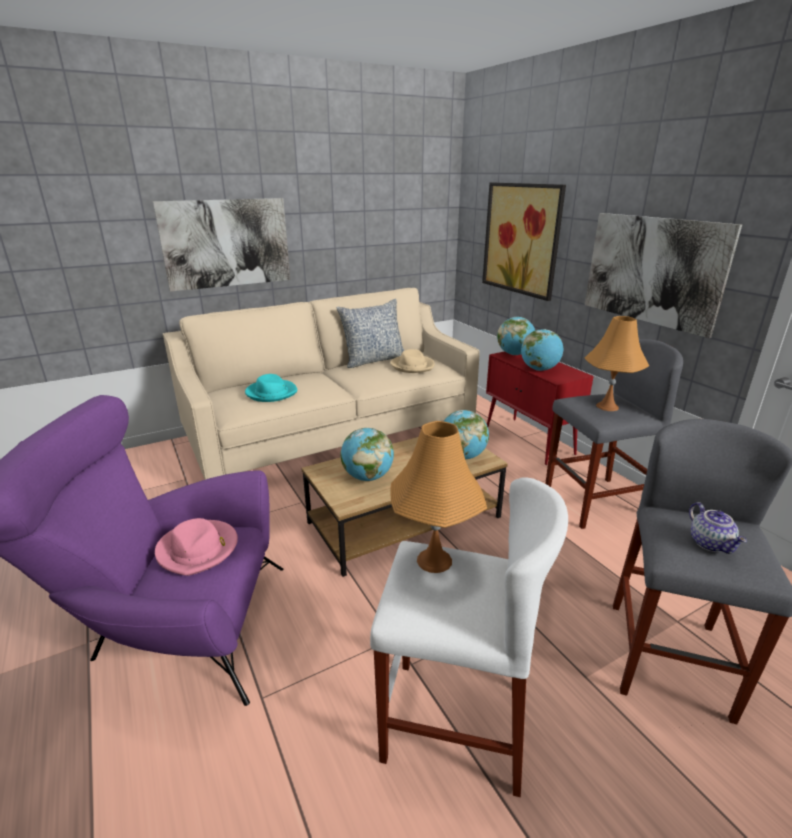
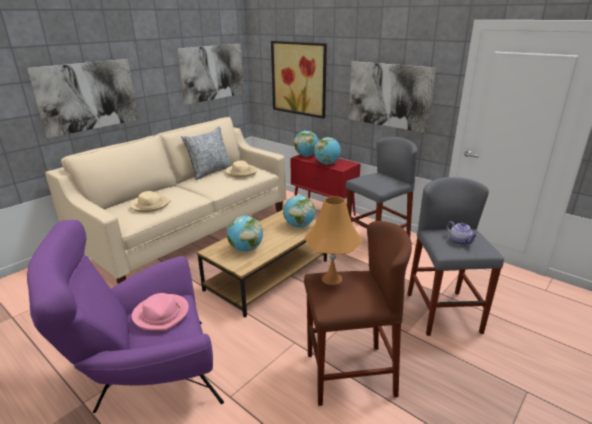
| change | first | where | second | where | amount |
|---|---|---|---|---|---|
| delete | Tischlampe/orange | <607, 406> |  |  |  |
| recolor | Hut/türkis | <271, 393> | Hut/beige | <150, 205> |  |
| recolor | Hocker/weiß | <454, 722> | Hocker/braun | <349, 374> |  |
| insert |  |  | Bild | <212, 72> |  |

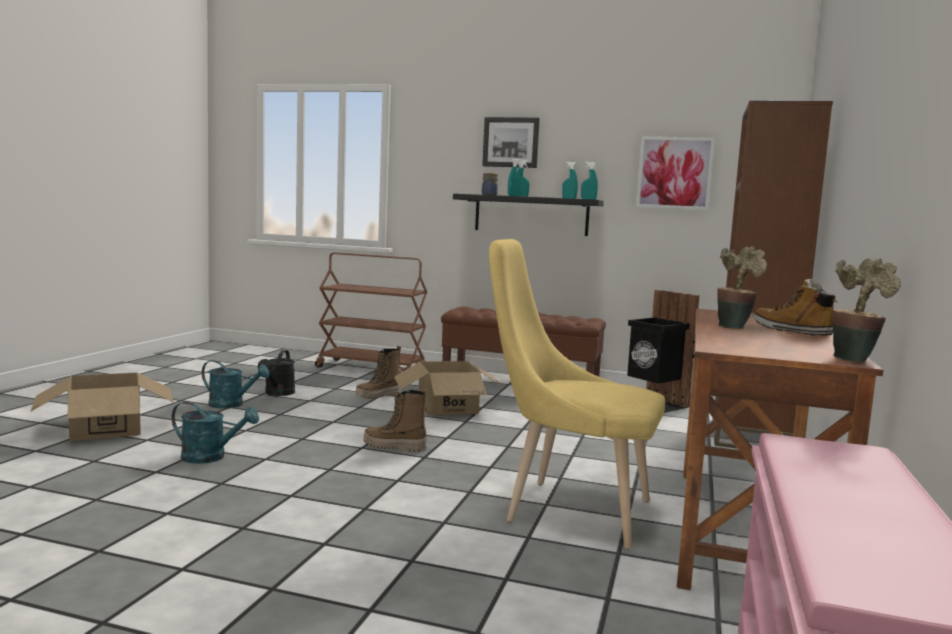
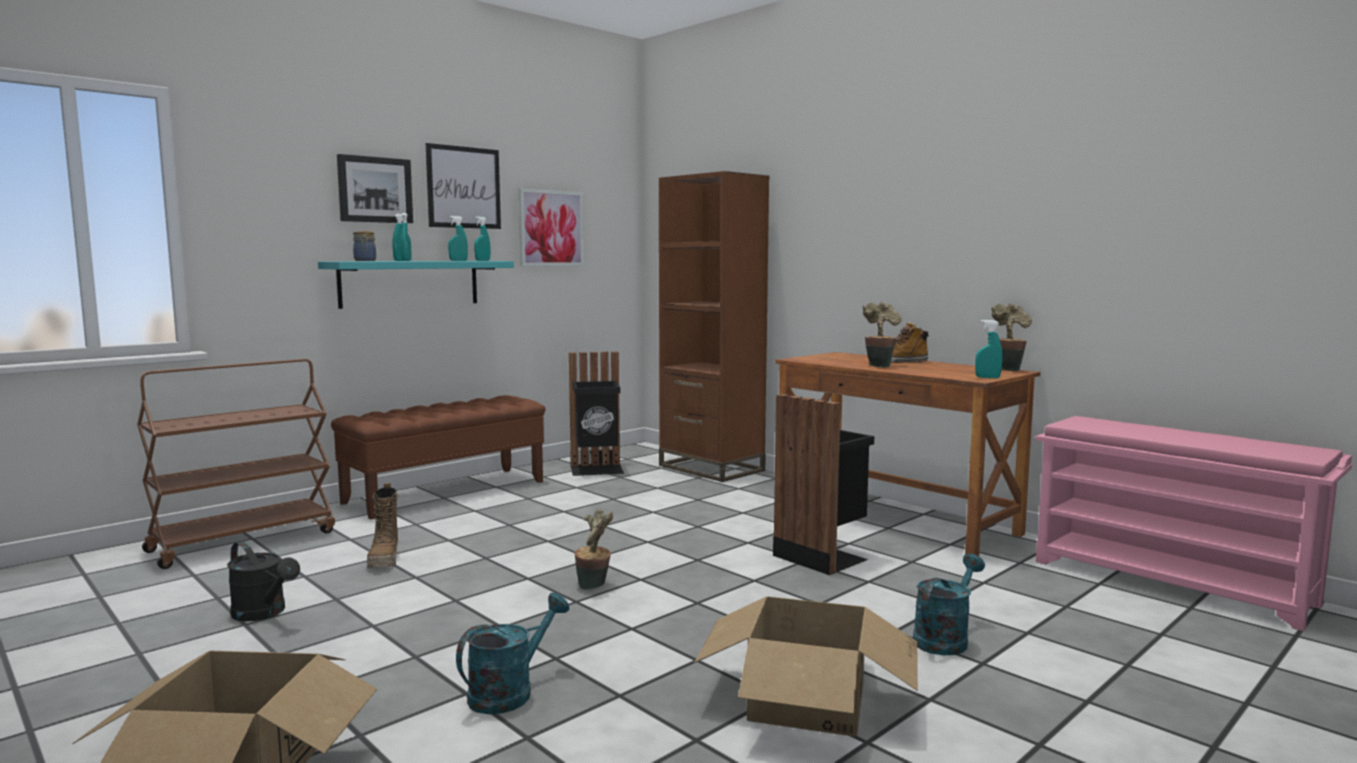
| change | first | where | second | where | amount |
|---|---|---|---|---|---|
| recolor | Wandregal/schwarz | <531, 215> | Wandregal/türkis | <410, 283> |  |
| replace | Stuhl/gelb | <568, 510> | Mülleimer/schwarz | <822, 556> |  |
| move | Gießkanne/türkis | <232, 405> |  | <945, 638> |  |
| move | Karton | <448, 407> |  | <807, 700> |  |
| replace | Stiefel | <394, 447> | Topfpflanze | <594, 586> |  |
| insert |  |  | Bild | <463, 187> |  |
| insert |  |  | Sprühflasche/türkis | <987, 377> |  |

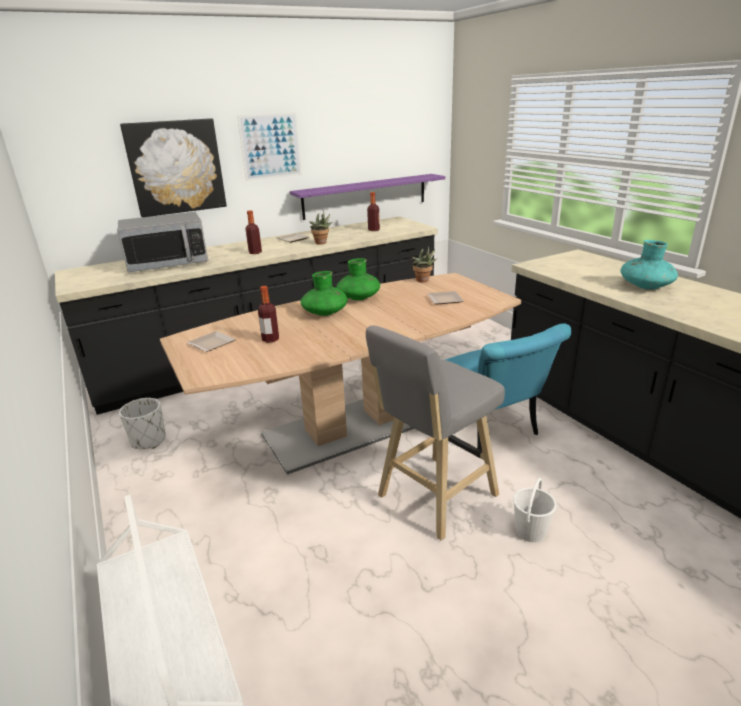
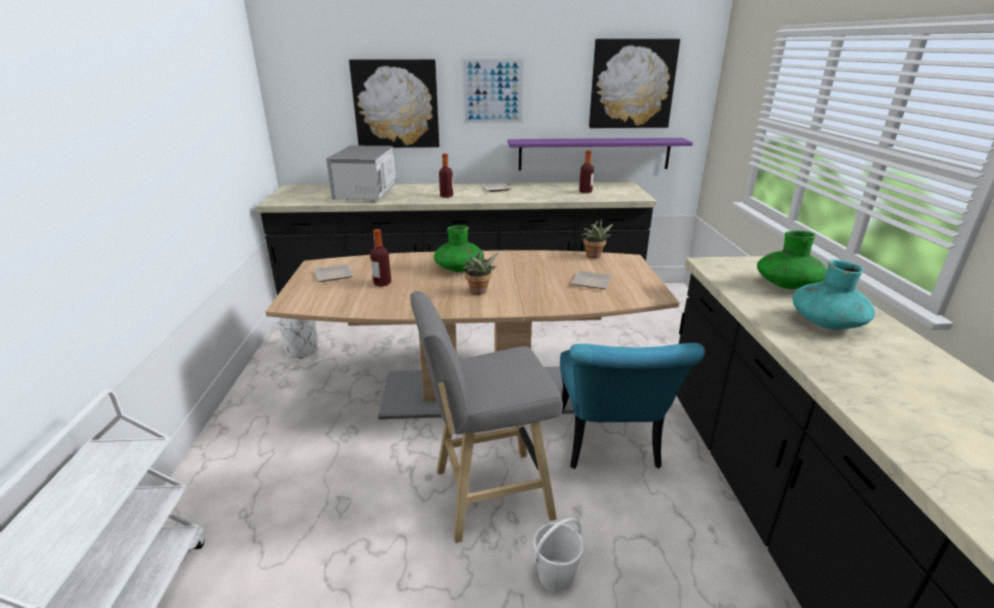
| change | first | where | second | where | amount |
|---|---|---|---|---|---|
| move | Topfpflanze | <322, 243> |  | <479, 292> |  |
| rotate | Mikrowelle | <168, 263> |  | <366, 193> | 90 degrees clockwise |
| move | Vase/grün | <358, 298> |  | <786, 285> |  |
| insert |  |  | Bild | <632, 84> |  |

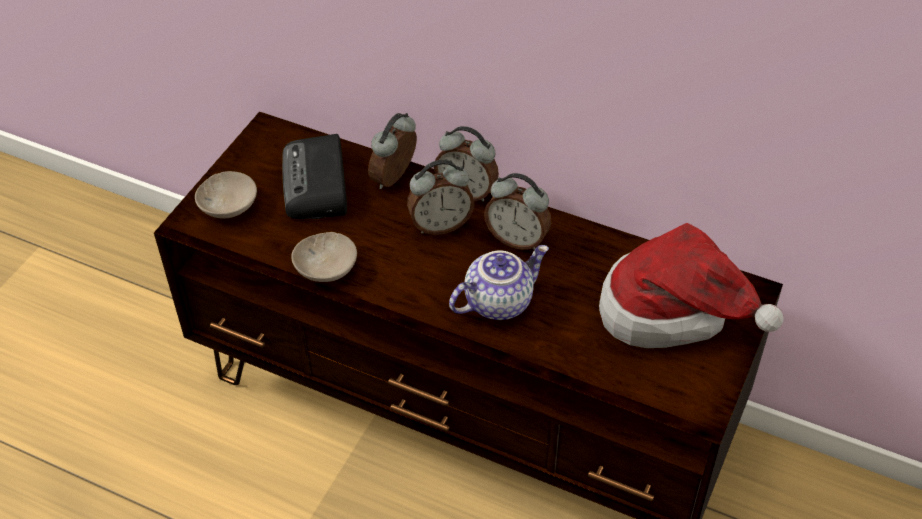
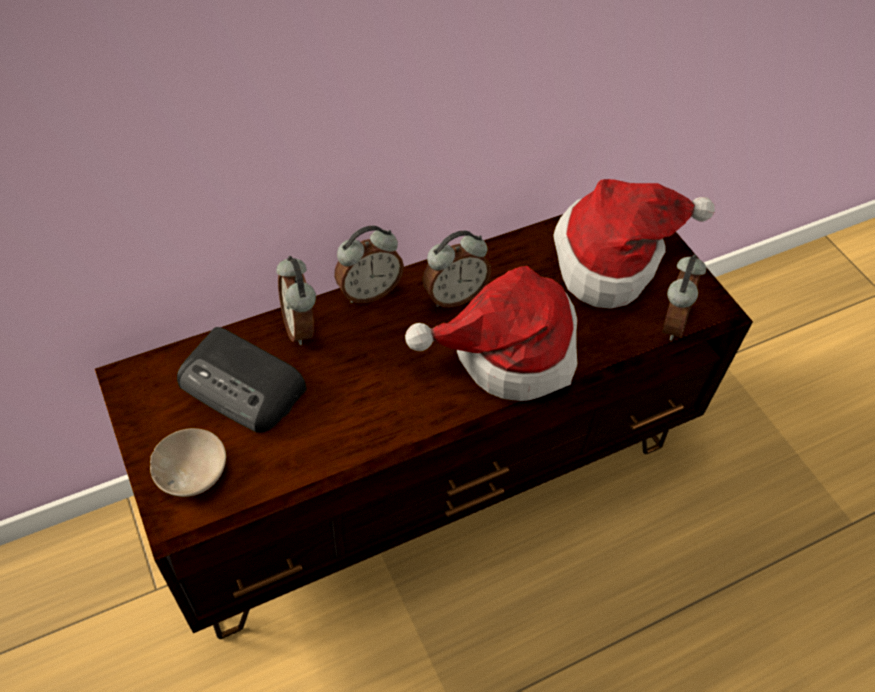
| change | first | where | second | where | amount |
|---|---|---|---|---|---|
| move | Wecker | <440, 225> |  | <670, 323> |  |
| delete | Schüssel/beige | <326, 270> |  |  |  |
| replace | Teekanne | <498, 301> | Hut | <507, 352> |  |

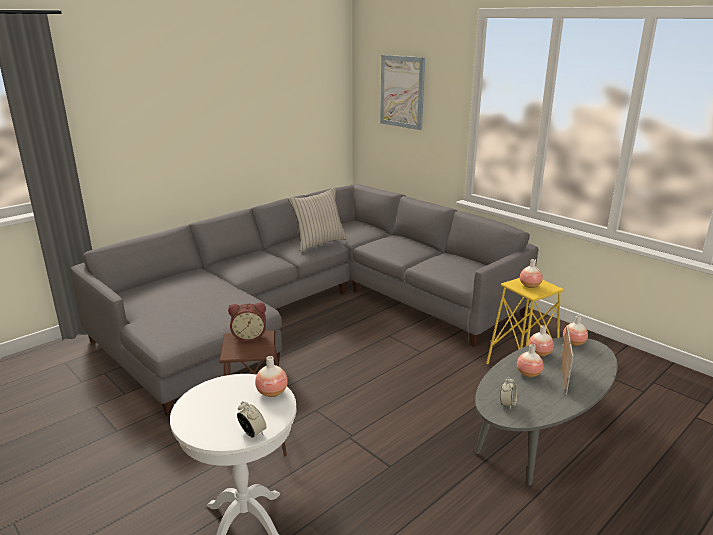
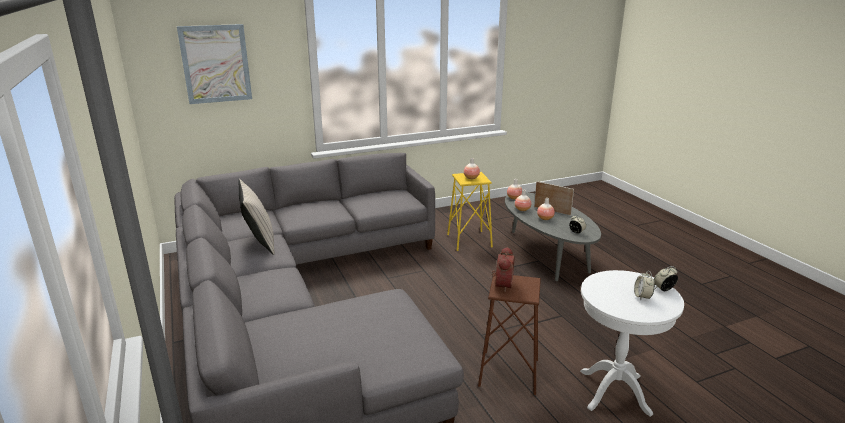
| change | first | where | second | where | amount |
|---|---|---|---|---|---|
| delete | Vase | <272, 392> |  |  |  |
| insert |  |  | Wecker | <642, 297> |  |

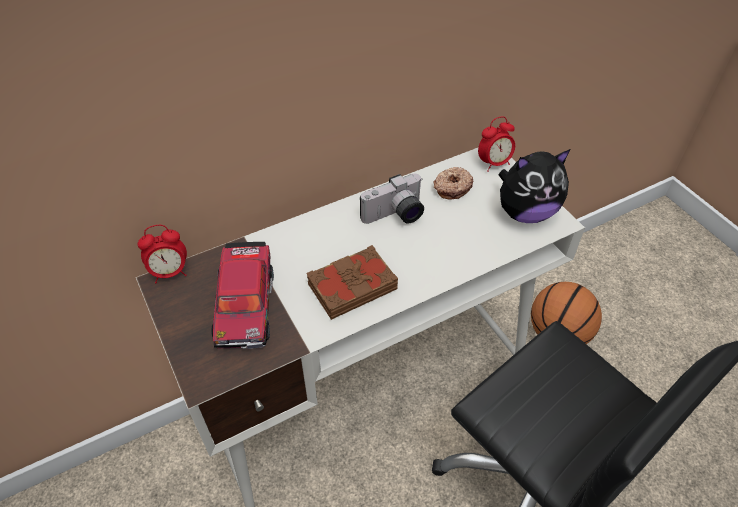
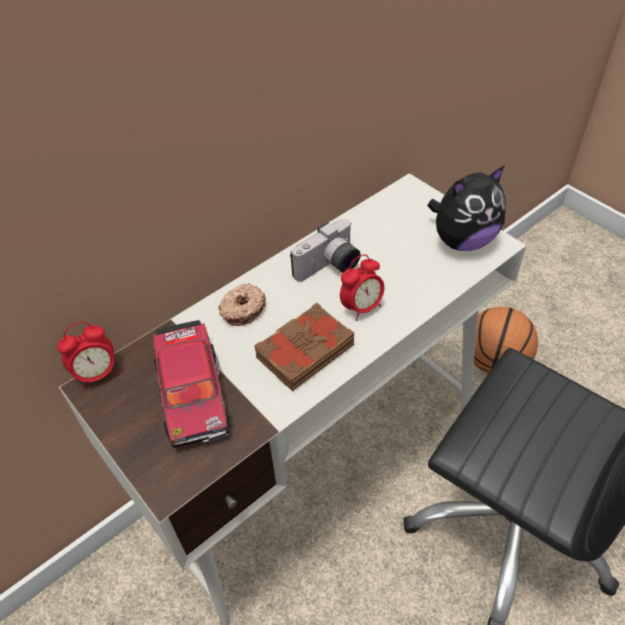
| change | first | where | second | where | amount |
|---|---|---|---|---|---|
| move | Wecker | <494, 163> |  | <361, 308> |  |
| move | Donut | <452, 187> |  | <242, 309> |  |

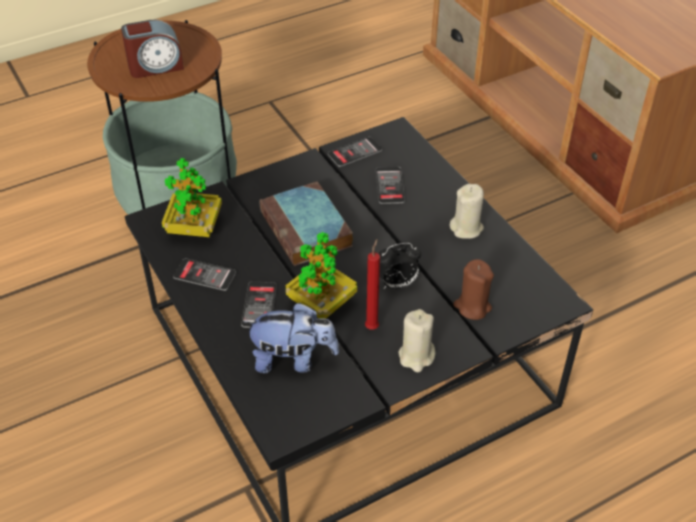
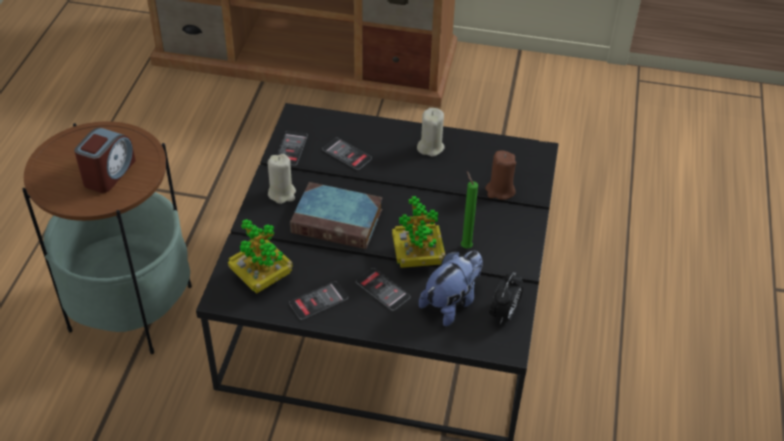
| change | first | where | second | where | amount |
|---|---|---|---|---|---|
| recolor | Kerze/rot | <372, 326> | Kerze/grün | <465, 246> |  |
| move | Wecker | <397, 284> |  | <504, 314> |  |
| move | Kerze/beige | <416, 356> |  | <282, 193> |  |

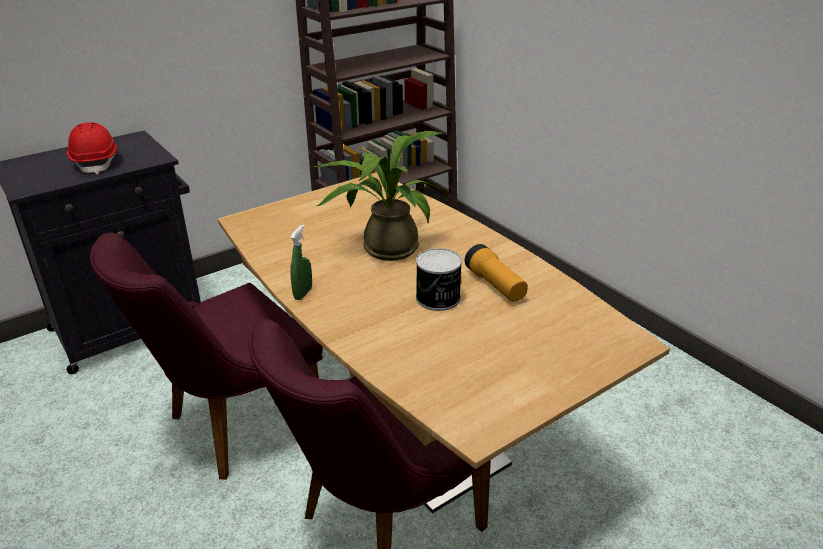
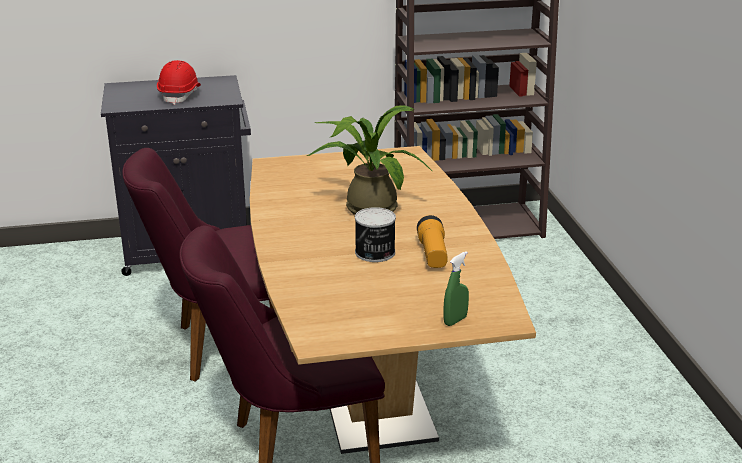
| change | first | where | second | where | amount |
|---|---|---|---|---|---|
| move | Sprühflasche/grün | <303, 293> |  | <455, 320> |  |

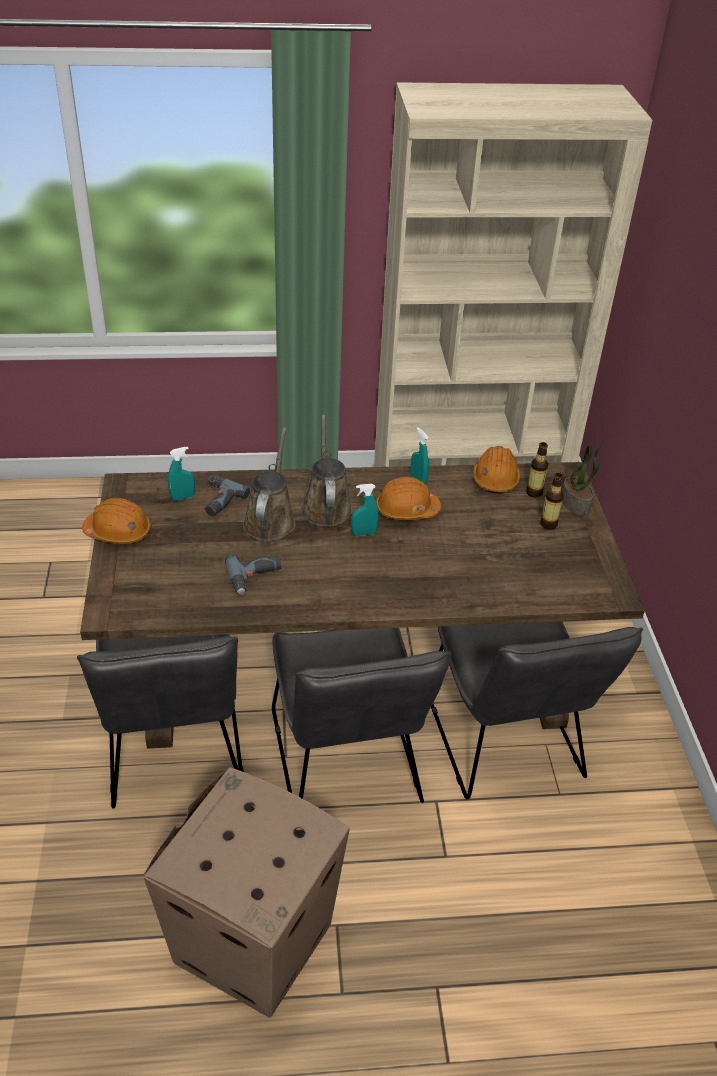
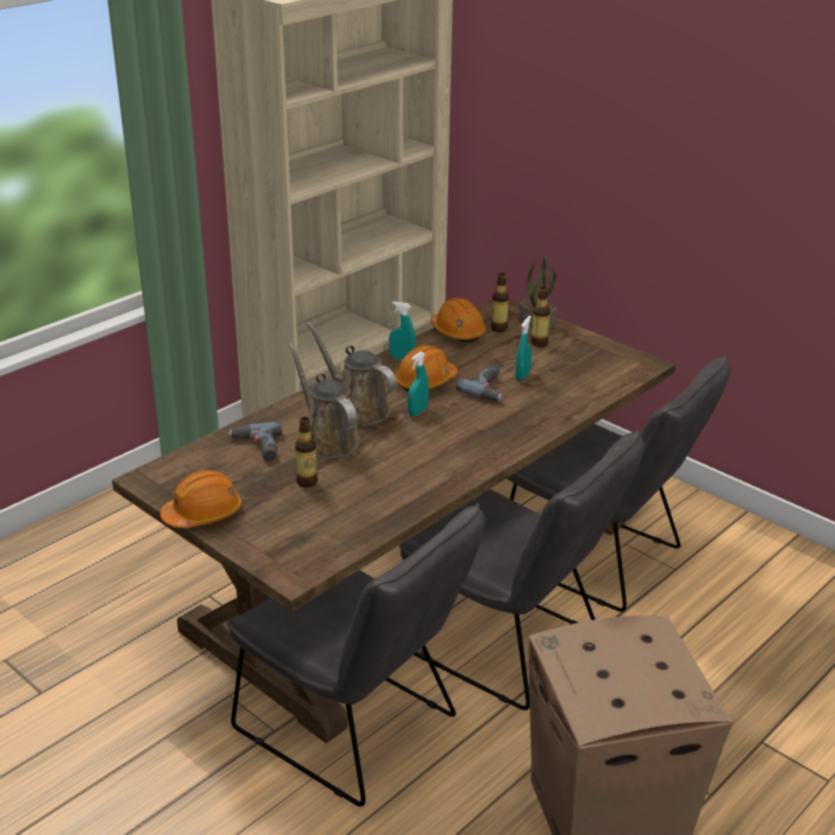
| change | first | where | second | where | amount |
|---|---|---|---|---|---|
| move | Sprühflasche/türkis | <182, 497> |  | <522, 376> |  |
| move | Bohrmaschine | <256, 578> |  | <489, 389> |  |
| insert |  |  | Flasche | <307, 482> |  |

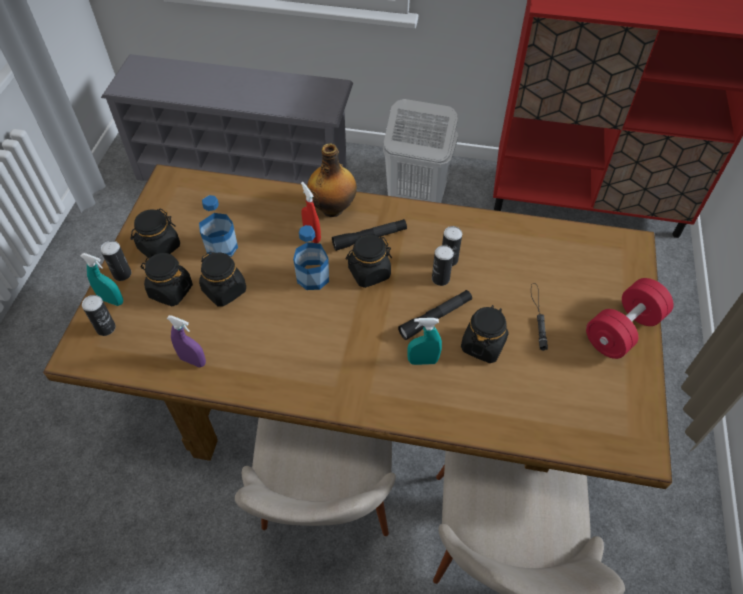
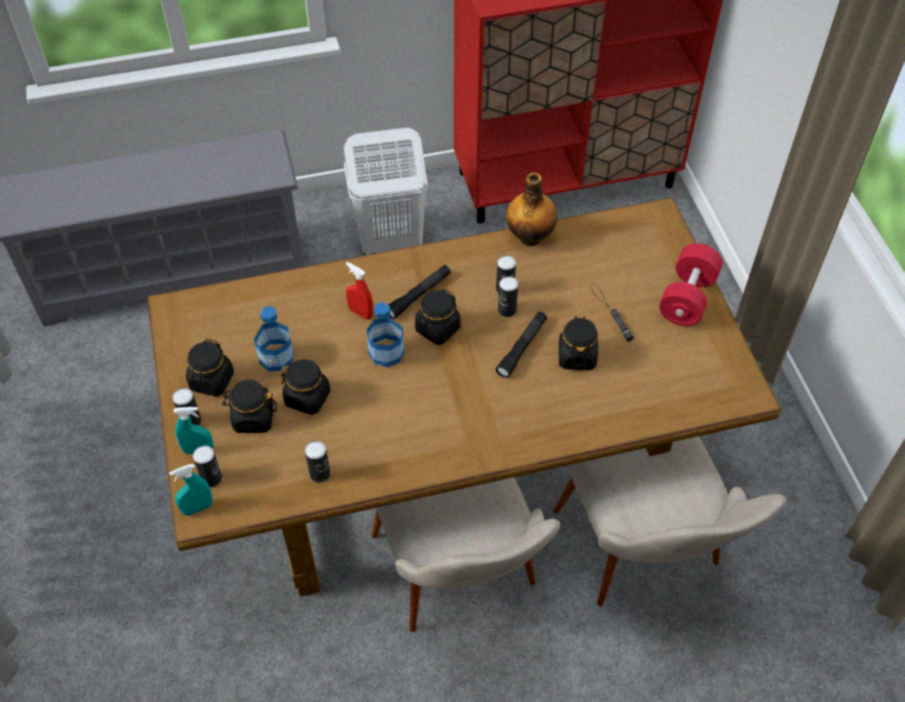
| change | first | where | second | where | amount |
|---|---|---|---|---|---|
| move | Flasche | <333, 208> |  | <530, 236> |  |
| replace | Sprühflasche/lila | <193, 360> | Dose | <320, 473> |  |
| move | Sprühflasche/türkis | <423, 361> |  | <197, 508> |  |

